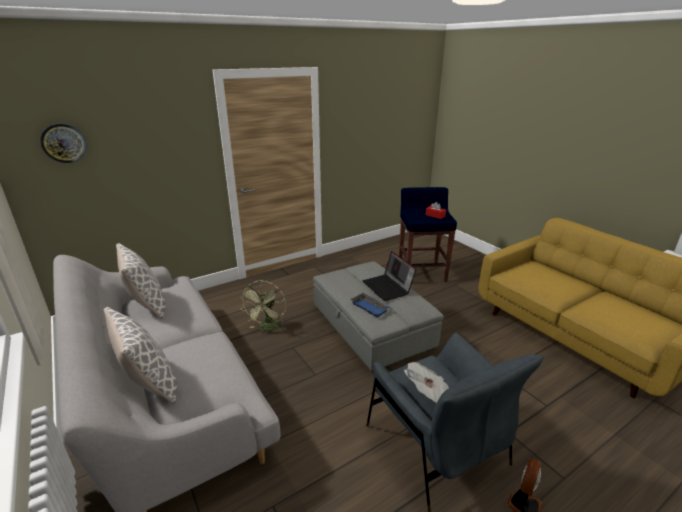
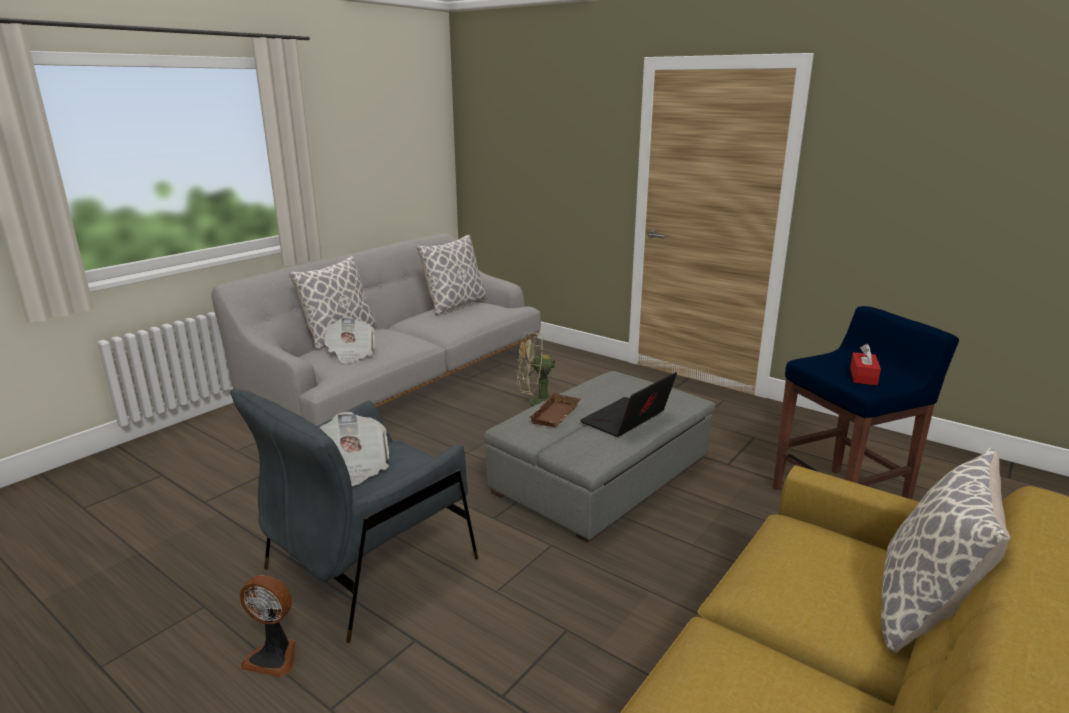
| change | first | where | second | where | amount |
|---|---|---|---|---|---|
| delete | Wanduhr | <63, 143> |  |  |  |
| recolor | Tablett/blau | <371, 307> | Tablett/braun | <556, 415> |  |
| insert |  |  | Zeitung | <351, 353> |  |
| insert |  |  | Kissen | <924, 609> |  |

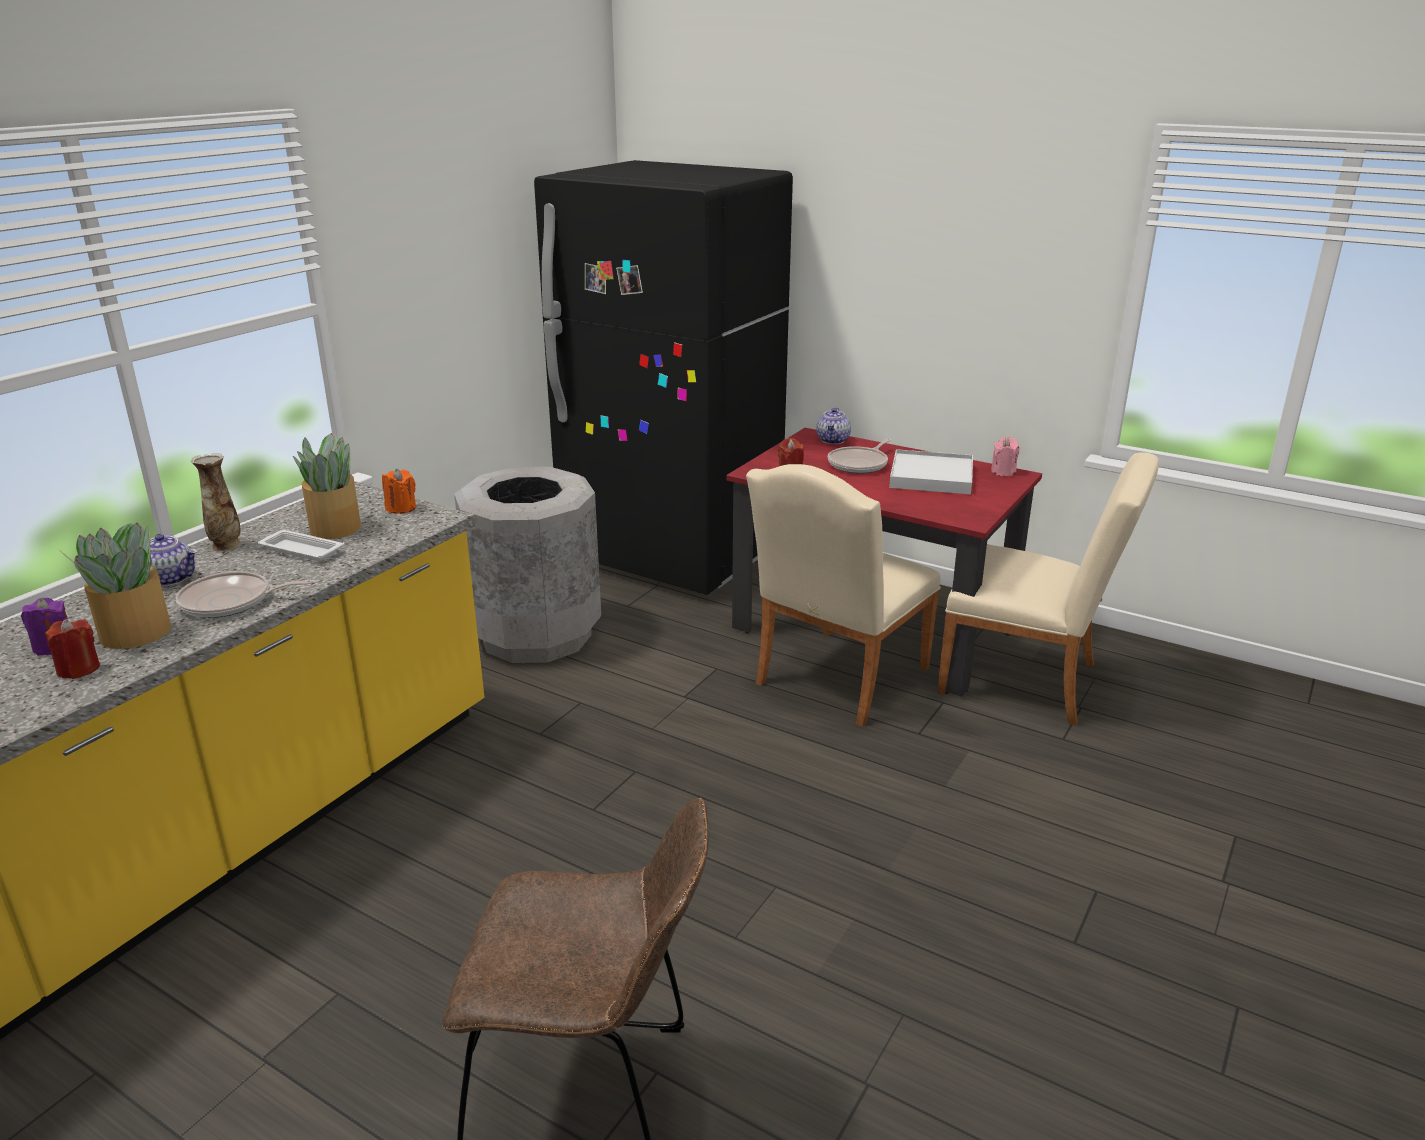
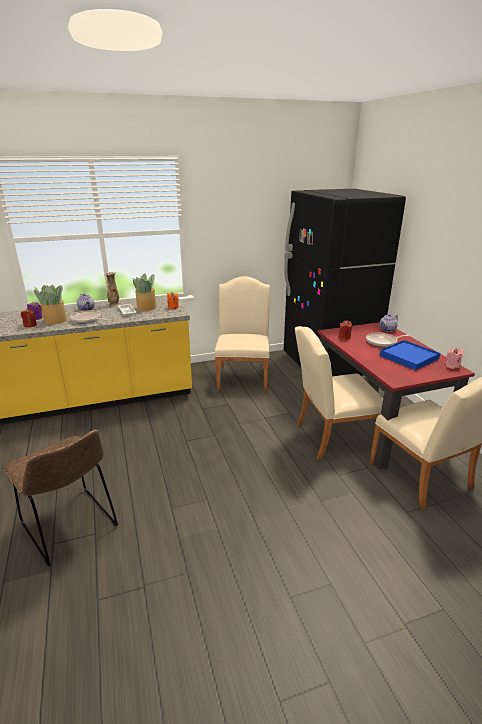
| change | first | where | second | where | amount |
|---|---|---|---|---|---|
| recolor | Tablett/weiß | <931, 476> | Tablett/blau | <408, 357> |  |
| replace | Mülleimer/grau | <536, 635> | Stuhl/beige | <243, 376> |  |

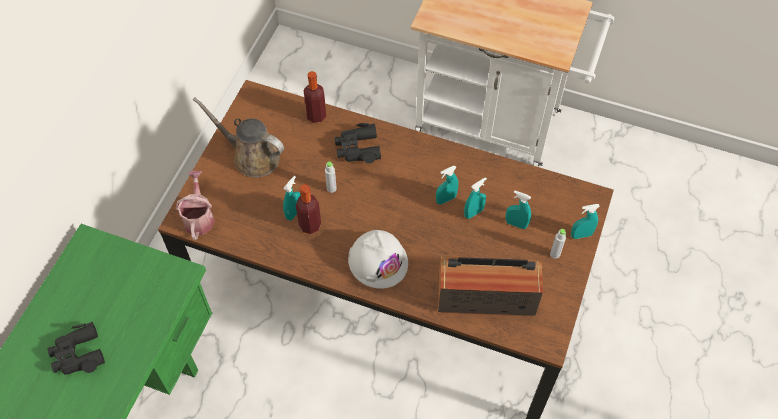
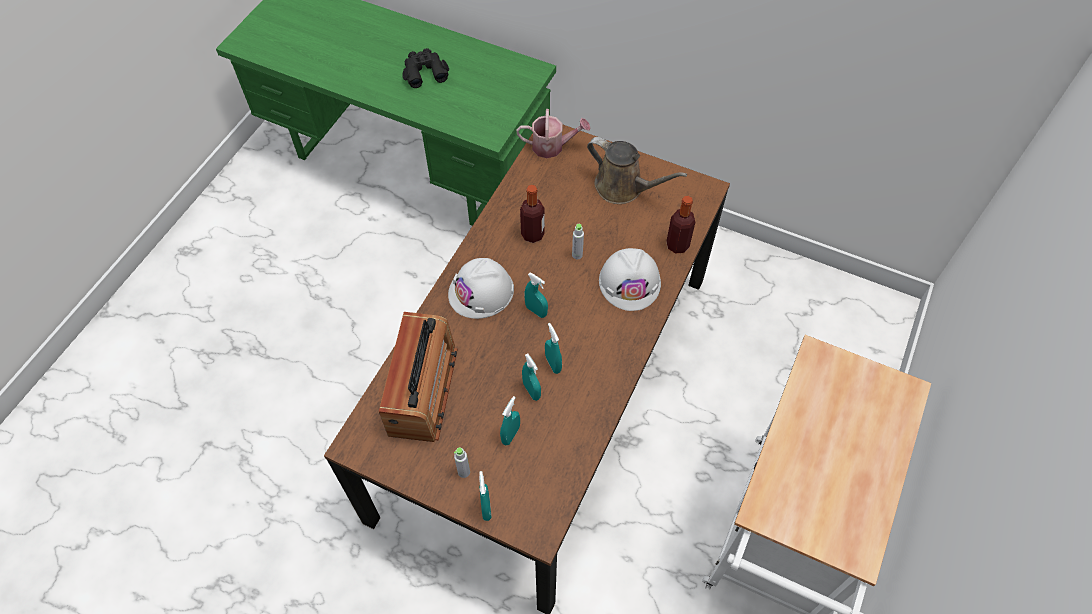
| change | first | where | second | where | amount |
|---|---|---|---|---|---|
| rotate | Gießkanne/braun | <252, 156> |  | <623, 187> | 90 degrees clockwise |
| replace | Fernglas/schwarz | <357, 148> | Schutzhelm/weiß | <630, 282> |  |
| move | Sprühflasche/türkis | <294, 213> |  | <536, 311> |  |

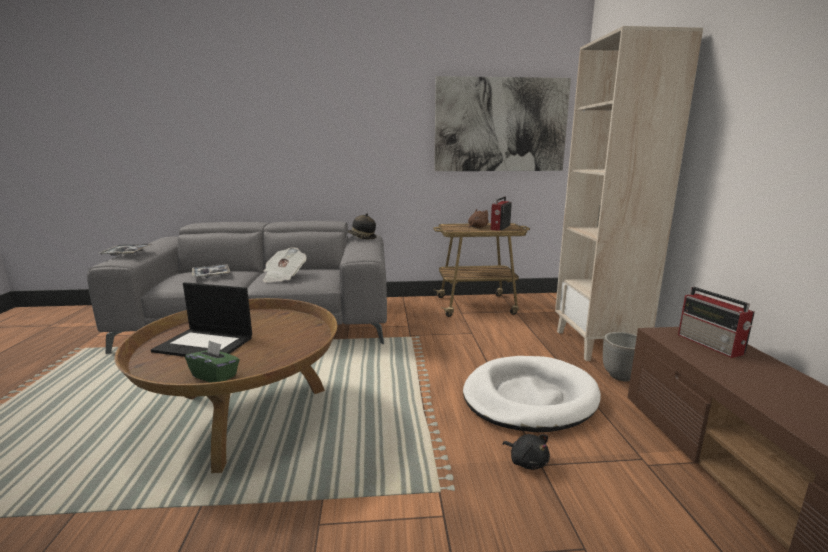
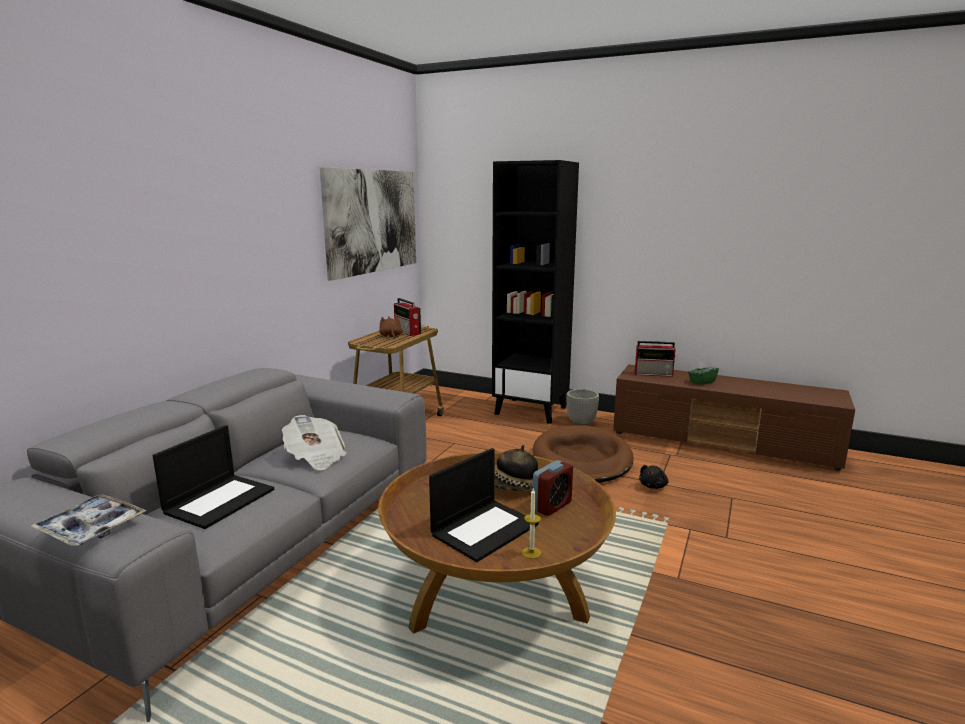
| change | first | where | second | where | amount |
|---|---|---|---|---|---|
| recolor | Bücherregal/beige | <598, 344> | Bücherregal/schwarz | <531, 410> |  |
| move | Hut | <362, 238> |  | <513, 488> |  |
| replace | Tablett | <211, 275> | Laptop | <220, 500> |  |
| move | Taschentuchbox/grün | <215, 376> |  | <702, 382> |  |
| recolor | Hundebett/weiß | <529, 398> | Hundebett/braun | <582, 459> |  |
| rotate | Plüschtier/schwarz | <527, 461> |  | <653, 486> | 135 degrees clockwise |
| insert |  |  | Wecker | <552, 506> |  |
| insert |  |  | Kerze | <531, 552> |  |

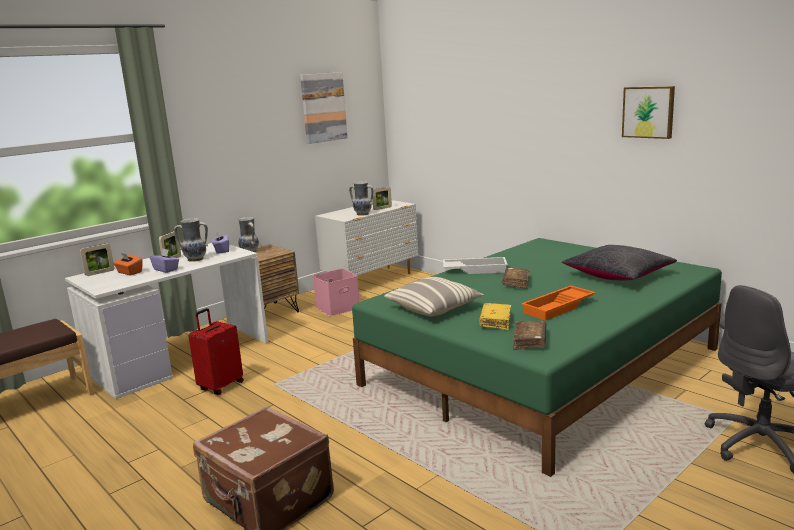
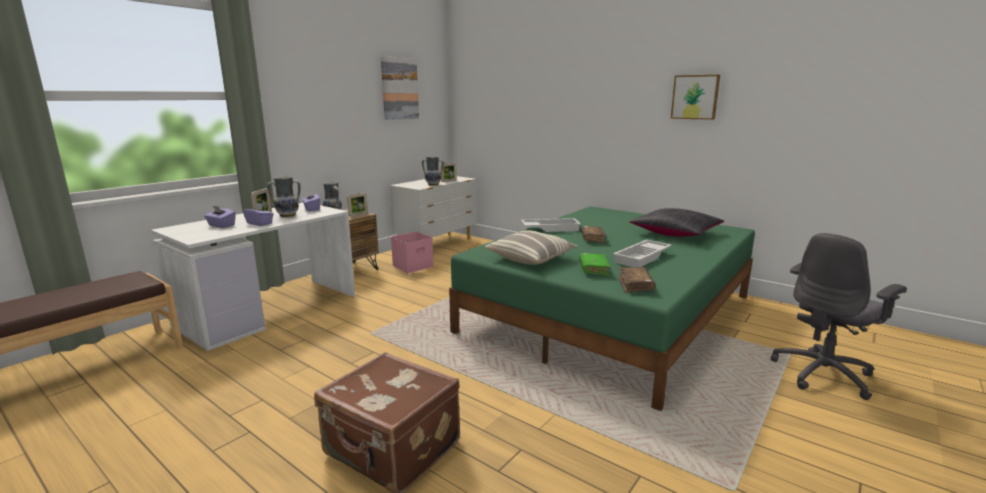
| change | first | where | second | where | amount |
|---|---|---|---|---|---|
| move | Bilderrahmen | <100, 273> |  | <358, 215> |  |
| recolor | Taschentuchbox/orange | <129, 272> | Taschentuchbox/lila | <221, 225> |  |
| recolor | Tablett/orange | <559, 308> | Tablett/weiß | <643, 258> |  |
| recolor | Buch/gelb | <495, 322> | Buch/grün | <593, 269> |  |
| delete | Koffer/rot | <220, 386> |  |  |  |

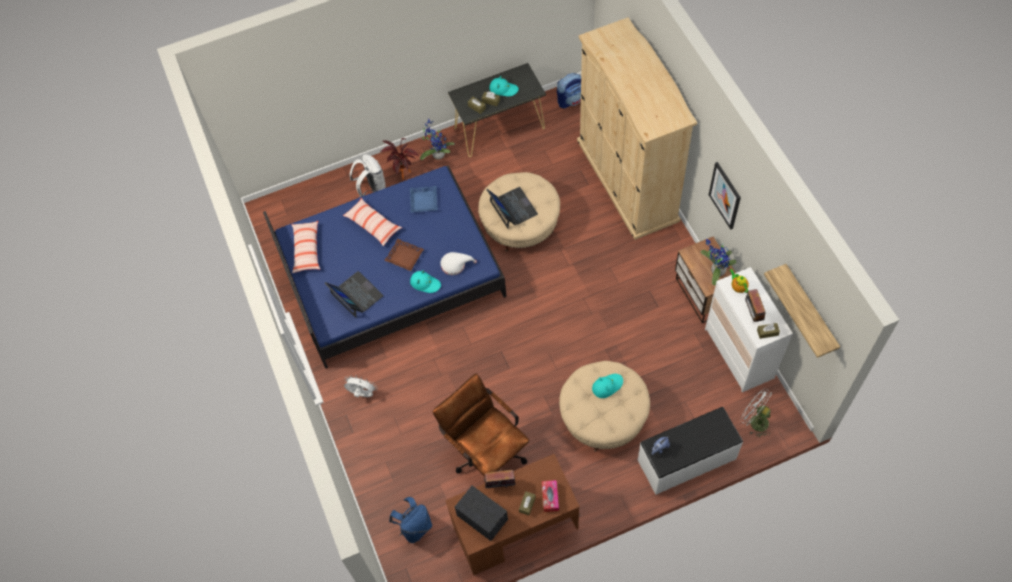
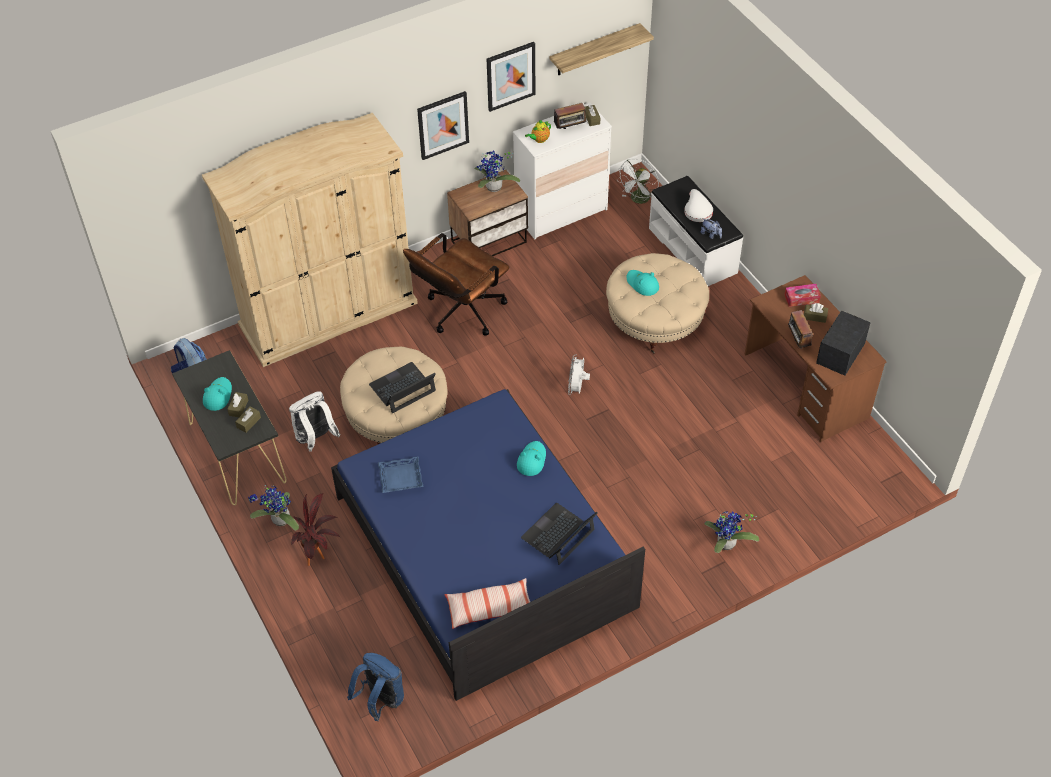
| change | first | where | second | where | amount |
|---|---|---|---|---|---|
| move | Rucksack/weiß | <372, 188> |  | <315, 439> |  |
| delete | Kissen | <373, 225> |  |  |  |
| delete | Tablett/braun | <404, 257> |  |  |  |
| move | Hut/weiß | <455, 264> |  | <697, 211> |  |
| move | Bürostuhl/braun | <485, 451> |  | <460, 314> |  |
| move | Ventilator/weiß | <362, 394> |  | <577, 388> |  |
| move | Rucksack/blau | <415, 527> |  | <381, 700> |  |
| insert |  |  | Bild | <510, 76> |  |
| insert |  |  | Topfpflanze | <726, 545> |  |

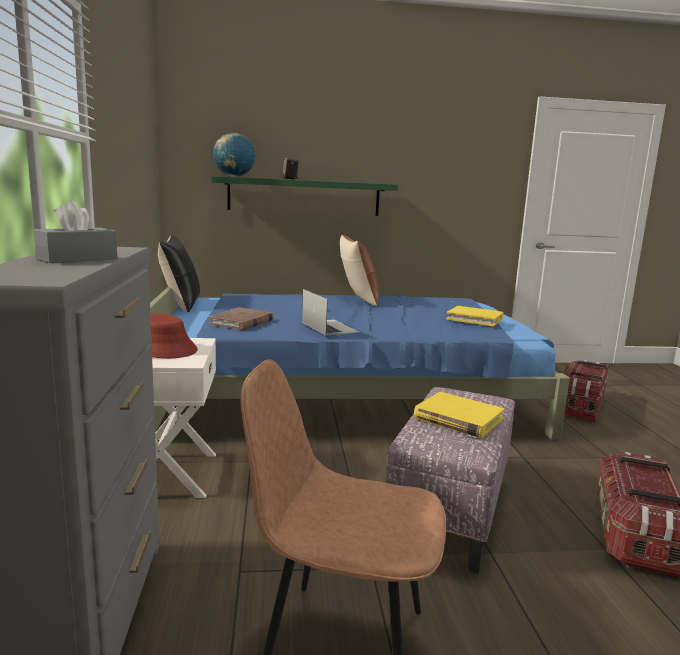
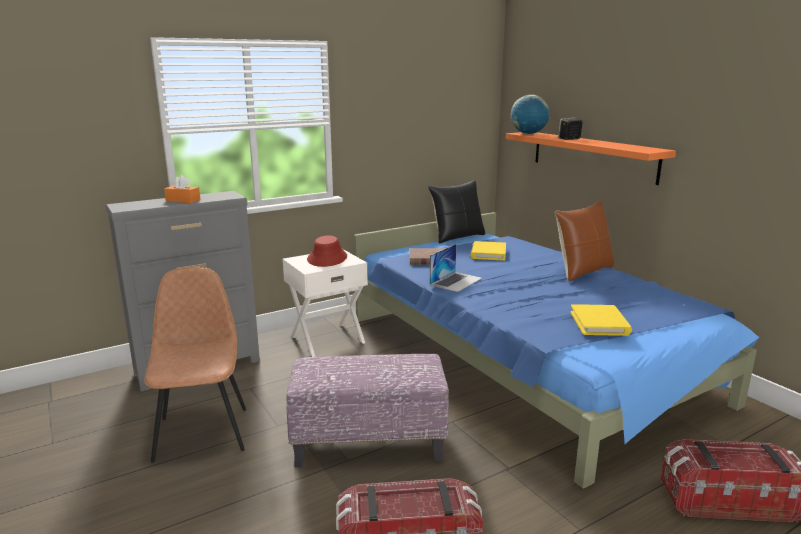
| change | first | where | second | where | amount |
|---|---|---|---|---|---|
| recolor | Wandregal/grün | <304, 196> | Wandregal/orange | <592, 156> |  |
| recolor | Taschentuchbox/grau | <77, 259> | Taschentuchbox/orange | <183, 200> |  |
| move | Buch/gelb | <458, 419> |  | <488, 253> |  |

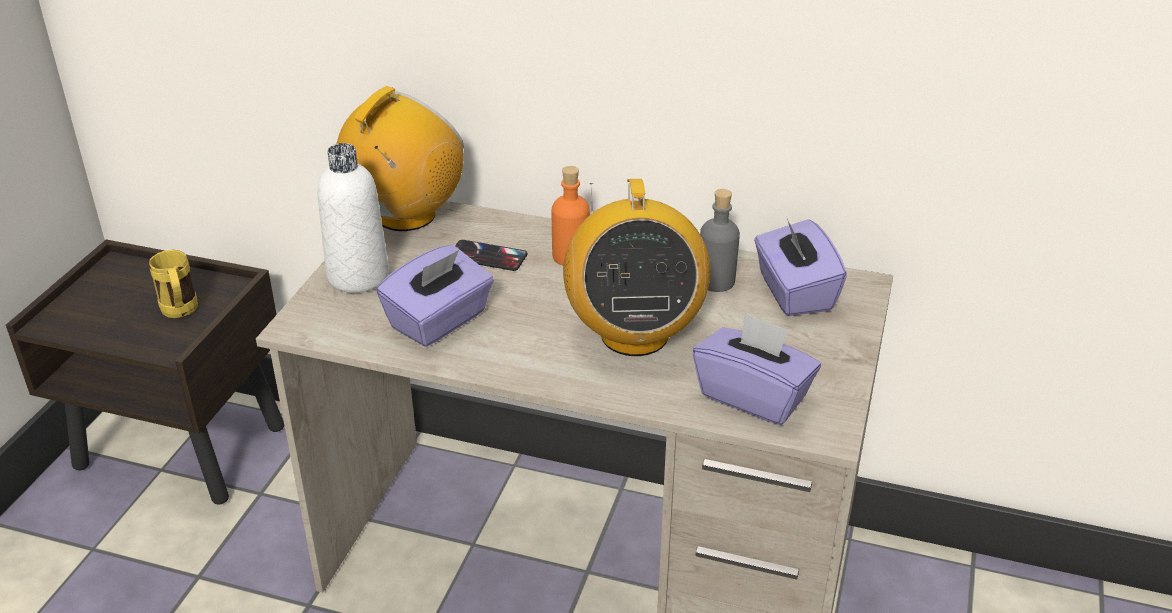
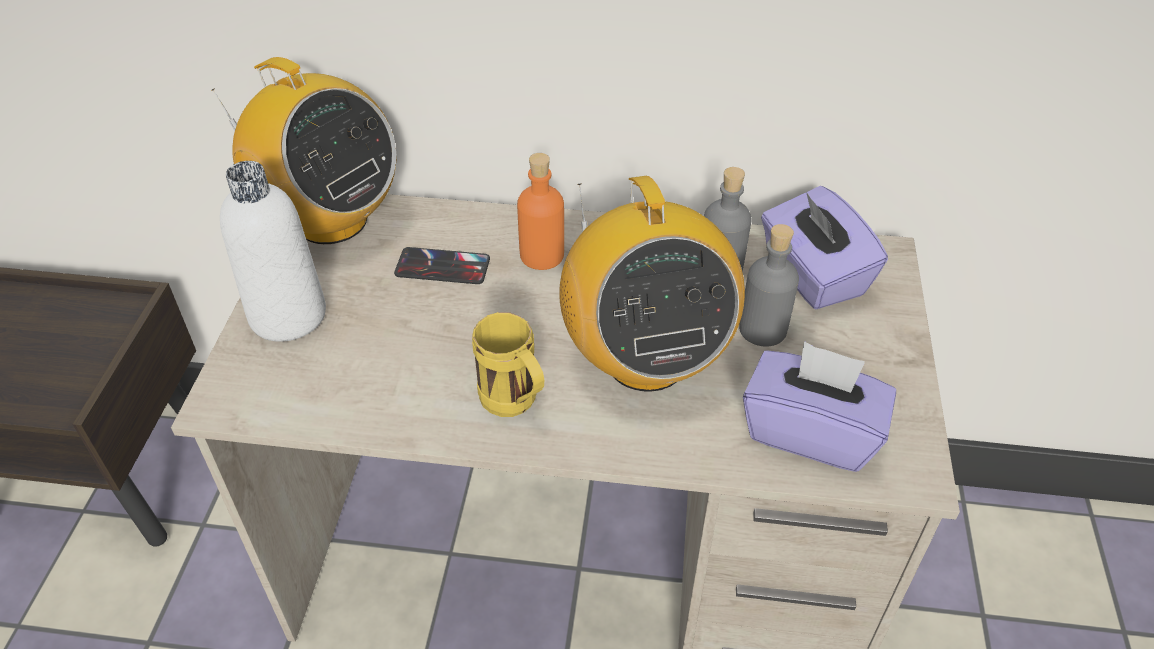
| change | first | where | second | where | amount |
|---|---|---|---|---|---|
| rotate | Radio | <405, 216> |  | <330, 220> | 105 degrees clockwise |
| delete | Taschentuchbox/lila | <439, 321> |  |  |  |
| move | Henkelbecher/gelb | <180, 313> |  | <515, 405> |  |
| insert |  |  | Flasche/grau | <762, 329> |  |

